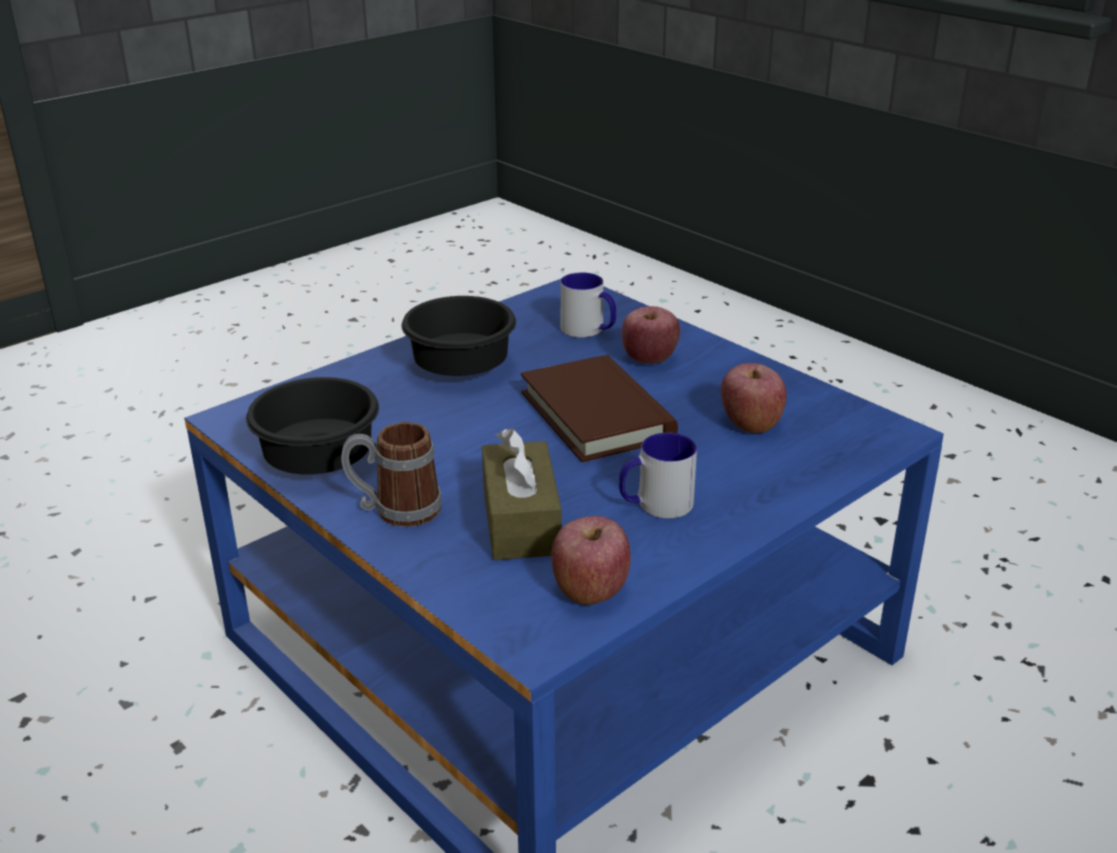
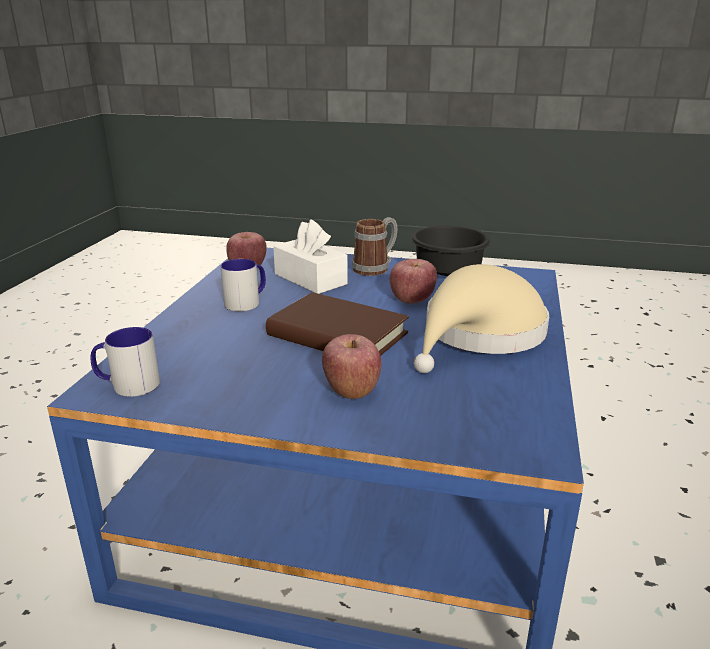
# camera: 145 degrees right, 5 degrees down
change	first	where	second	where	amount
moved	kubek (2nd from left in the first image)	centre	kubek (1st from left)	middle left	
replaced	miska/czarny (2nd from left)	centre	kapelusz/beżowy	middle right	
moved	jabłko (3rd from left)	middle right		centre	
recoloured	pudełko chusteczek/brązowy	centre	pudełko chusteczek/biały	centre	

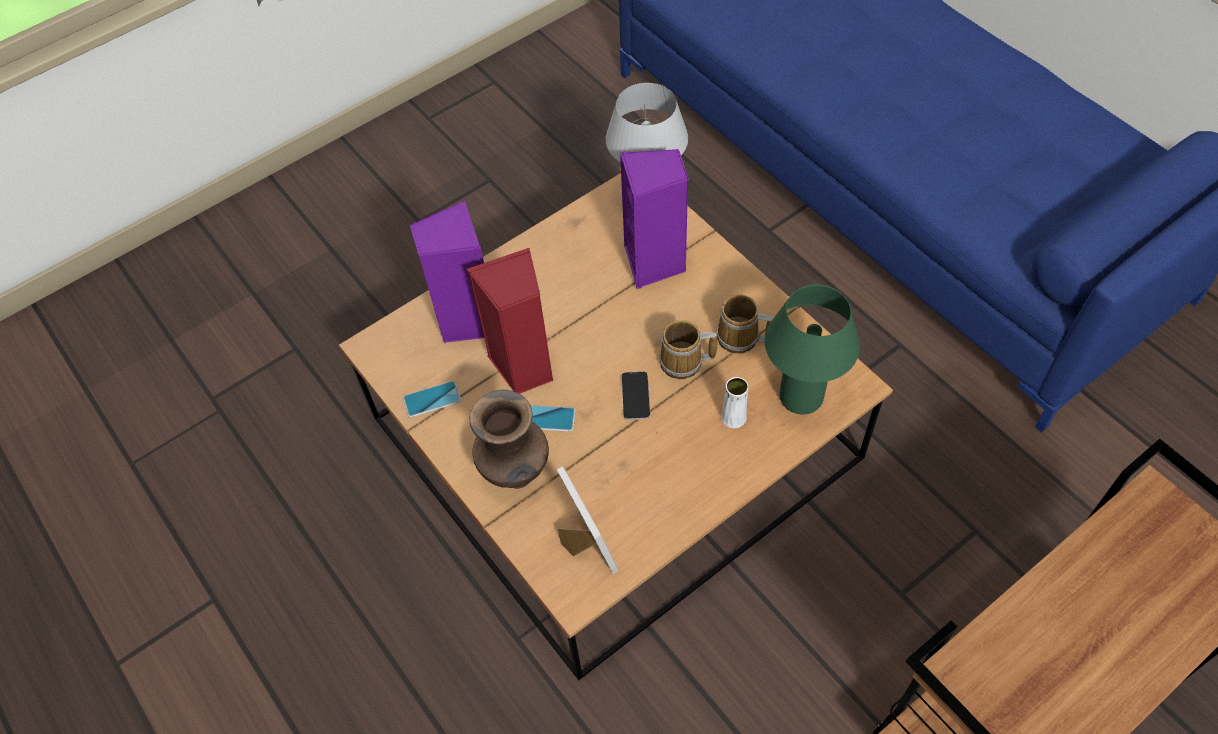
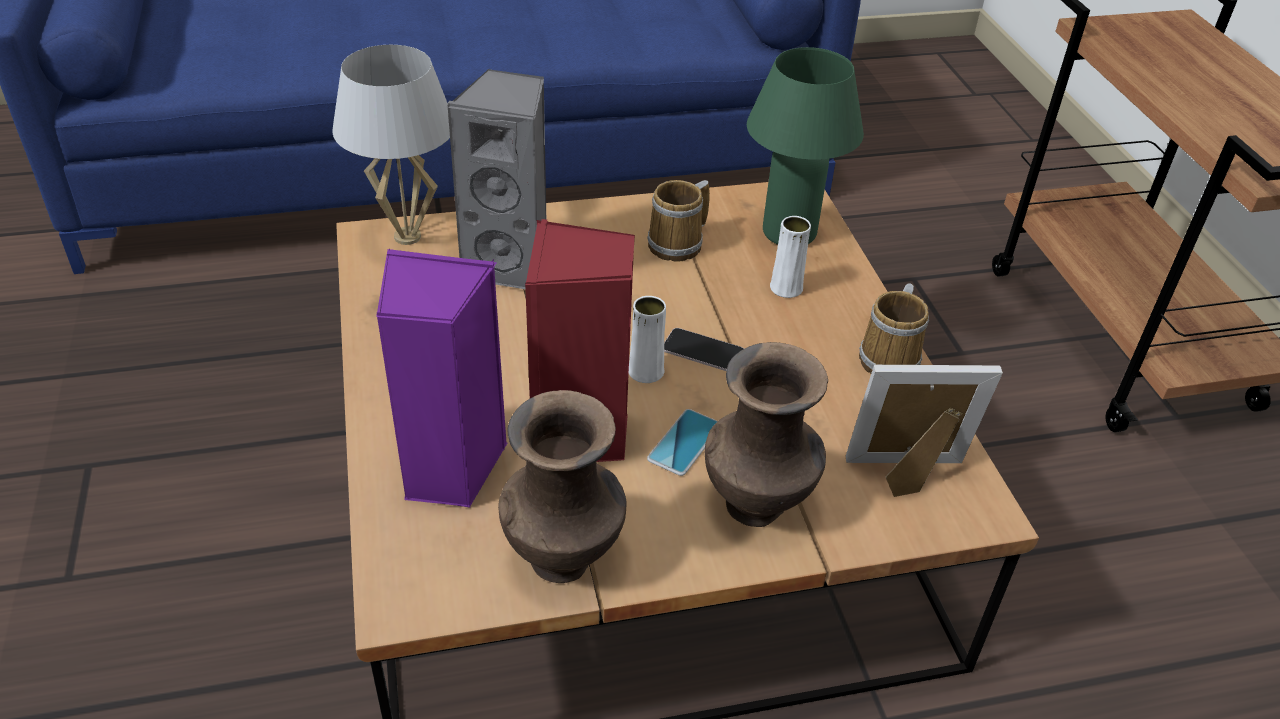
# camera: 70 degrees left, 15 degrees down
change	first	where	second	where	amount
recoloured	głośnik/fioletowy (2nd from left)	top centre	głośnik/szary	top centre	
moved	kubek (1st from left in the first image)	centre	kubek (2nd from left)	middle right	
replaced	telefon (1st from left)	centre	wazon/brązowy (1st from left)	bottom centre	
added			wazon/biały (1st from left)	centre	

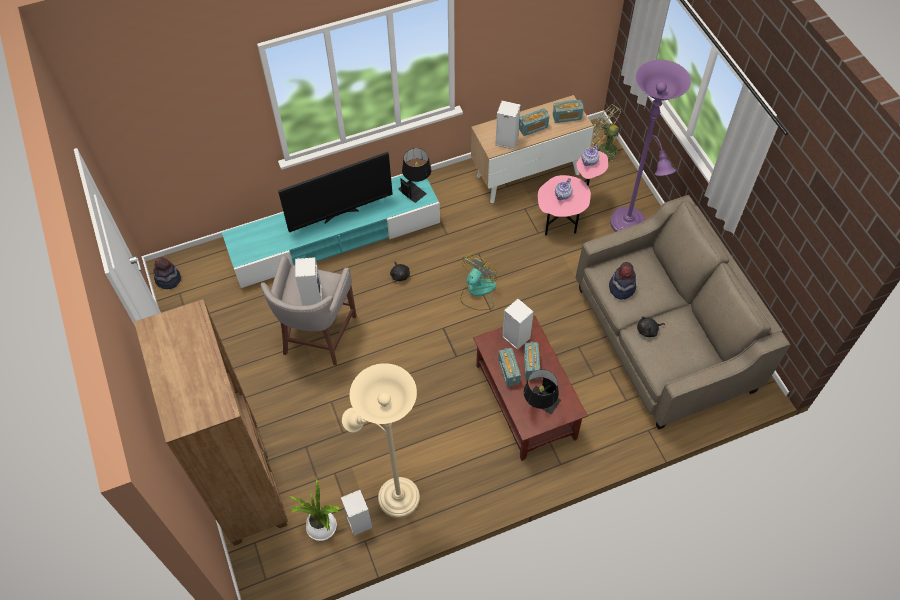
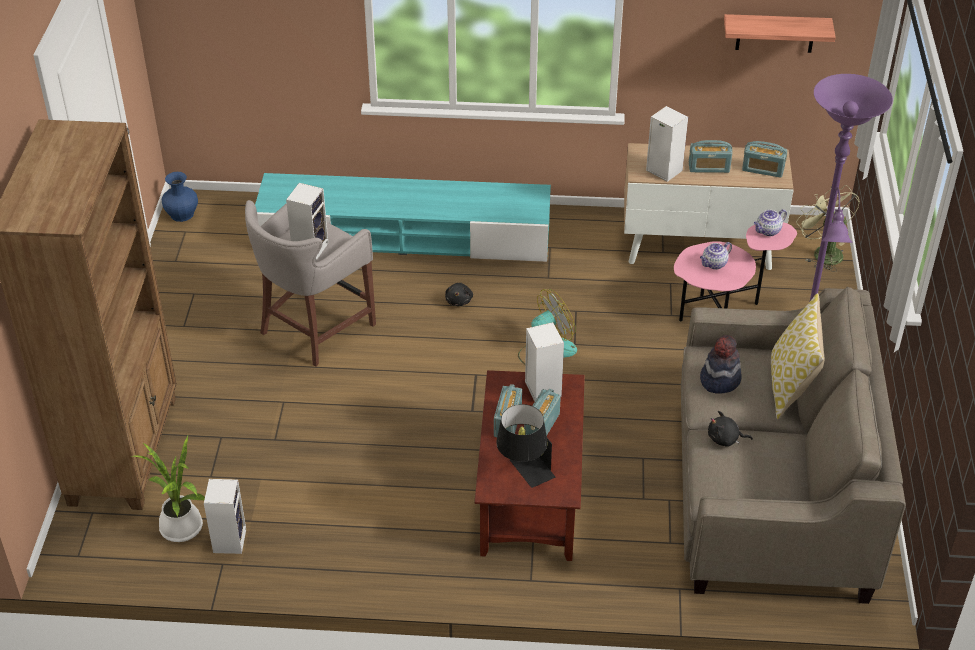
# camera: 25 degrees right, 15 degrees down
change	first	where	second	where	amount
removed	lampa stołowa/czarny (1st from left)	top centre			
removed	telewizor	top centre			
replaced	kapelusz (1st from left)	middle left	wazon/niebieski	top left	
removed	lampa stojąca/beżowy	bottom centre			
added			półka	top right	
added			poduszka	middle right	

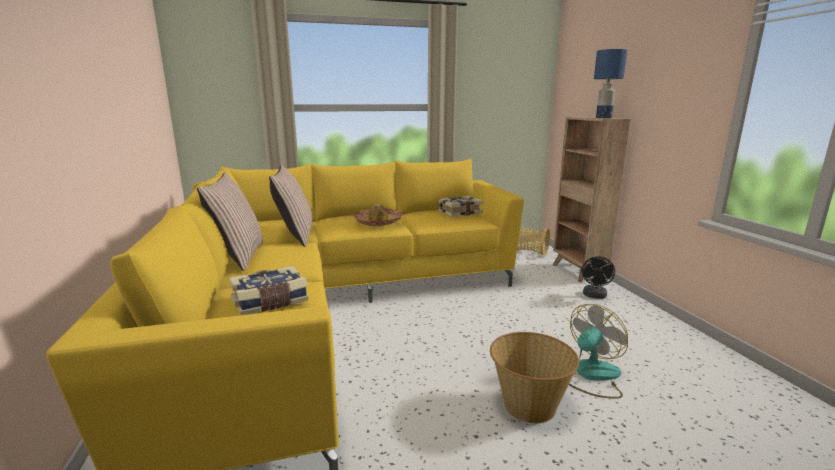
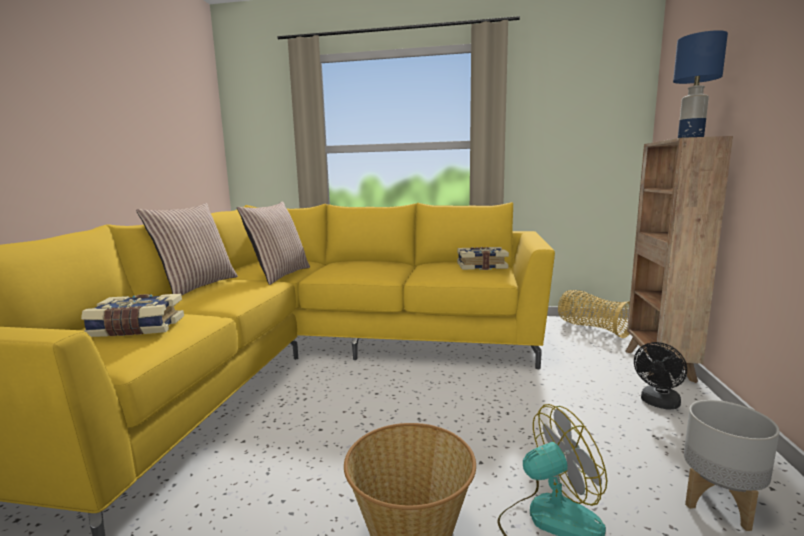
# camera: 25 degrees right, 5 degrees down
change	first	where	second	where	amount
removed	kapelusz	centre			
added			donica/szary	bottom right	

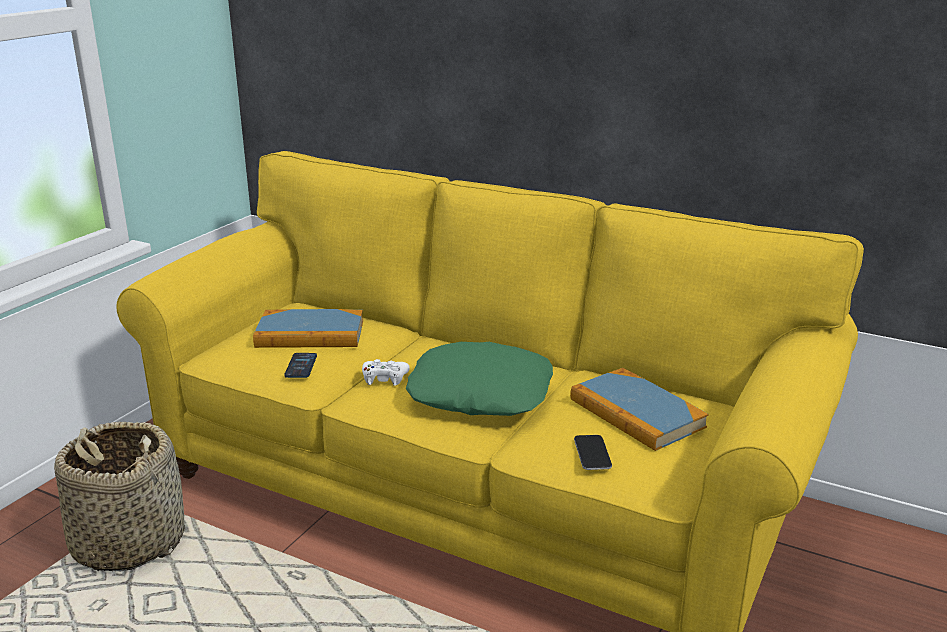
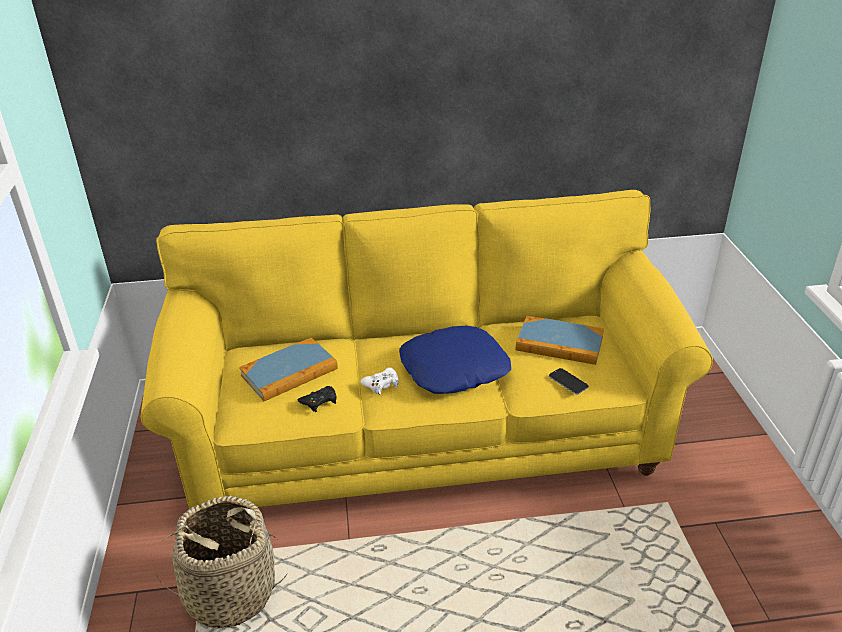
# camera: 35 degrees left, 10 degrees up
change	first	where	second	where	amount
recoloured	poduszka/zielony	centre	poduszka/niebieski	centre	
replaced	telefon (1st from left)	middle left	pad do gier/czarny	centre	

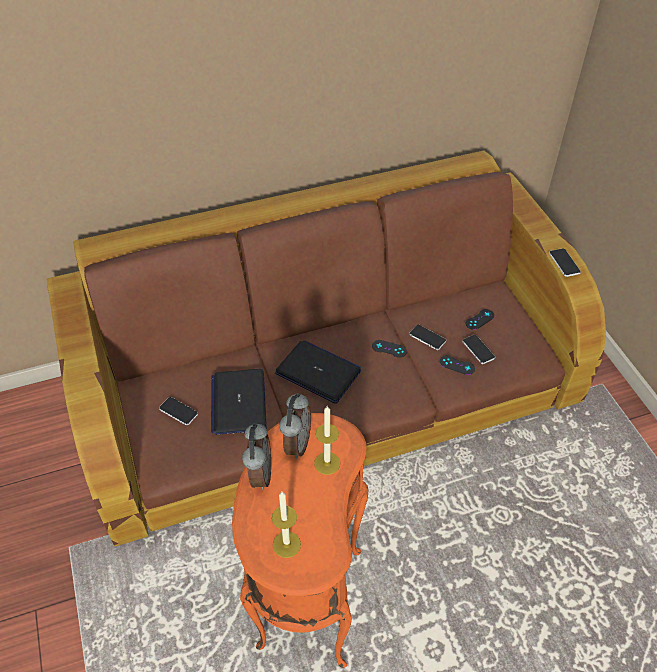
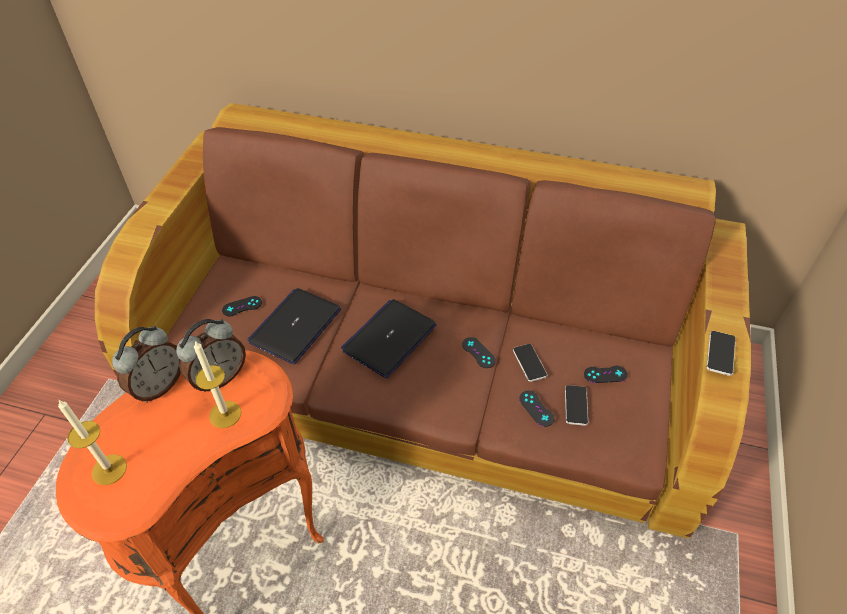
# camera: 35 degrees right, 0 degrees up
change	first	where	second	where	amount
turned	laptop (2nd from left)	centre		centre	120 degrees counterclockwise
replaced	telefon (1st from left)	middle left	pad do gier/czarny (1st from left)	middle left	

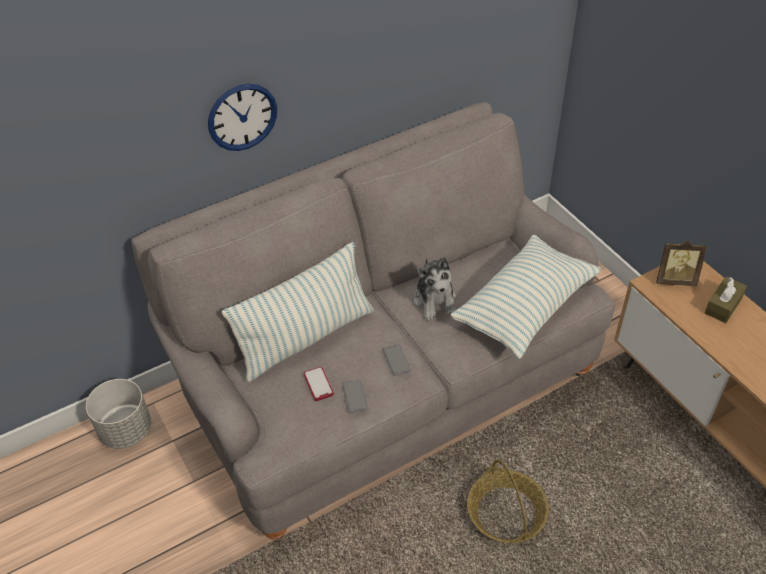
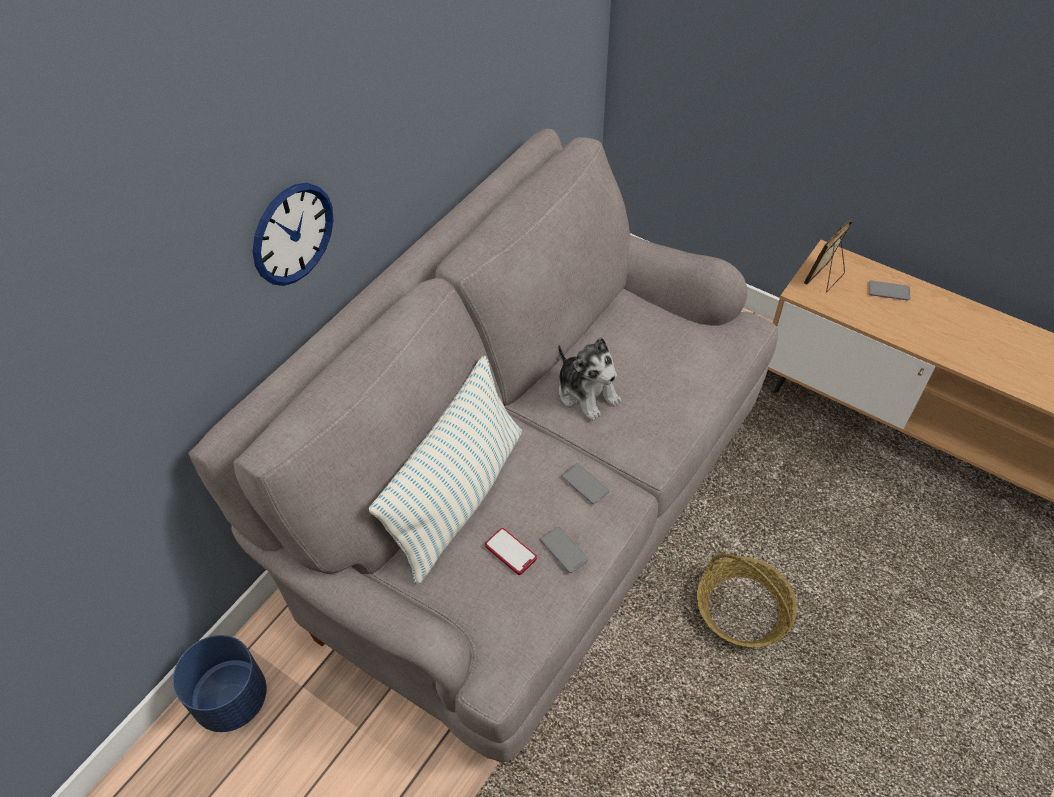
# camera: 25 degrees left, 5 degrees up
change	first	where	second	where	amount
removed	poduszka (2nd from left)	middle right			
turned	ramka na zdjęcie	middle right		top right	150 degrees clockwise
replaced	pudełko chusteczek/brązowy	middle right	telefon (4th from left)	middle right	
recoloured	donica/szary	bottom left	donica/niebieski	bottom left	

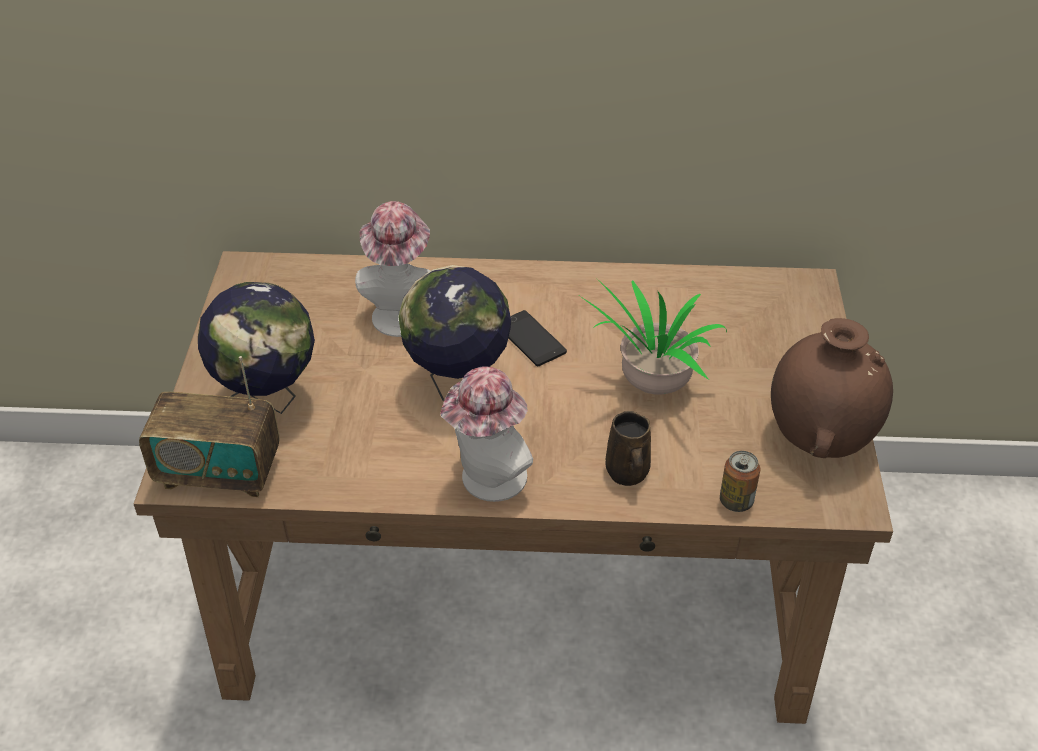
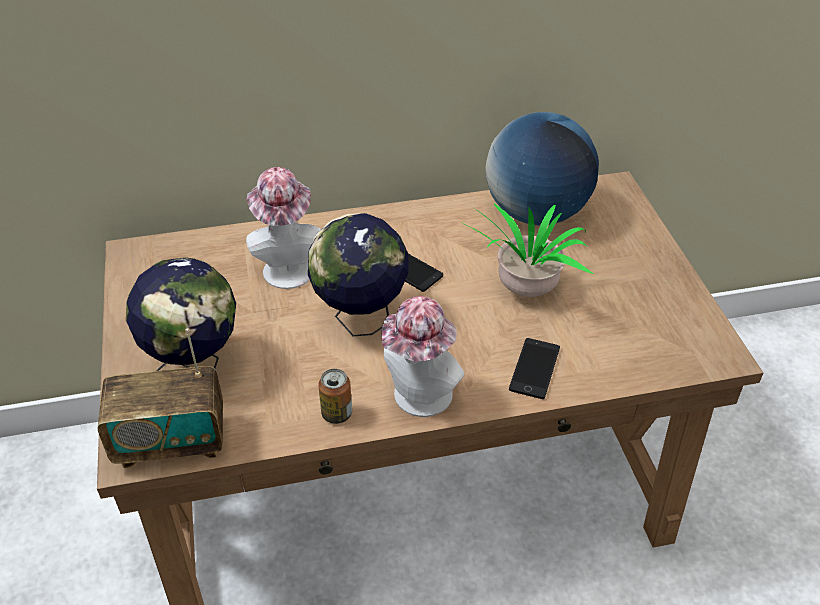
# camera: 15 degrees left, 0 degrees up
change	first	where	second	where	amount
removed	wazon/brązowy	middle right			
replaced	kubek/brązowy	centre	telefon (2nd from left)	centre	
moved	puszka	middle right		centre	
added			globus (3rd from left)	top centre	

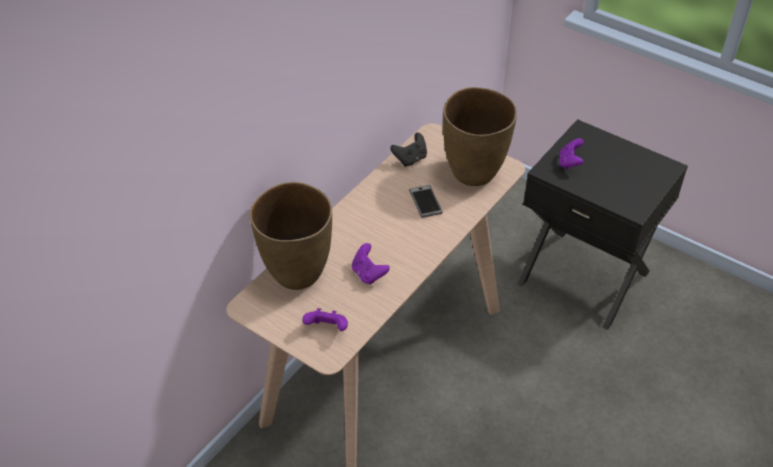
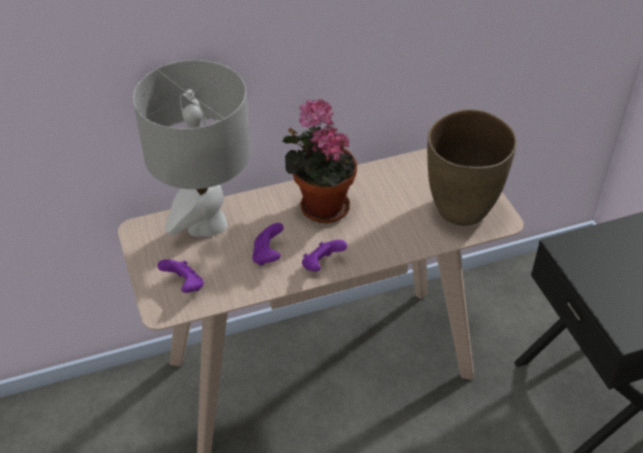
# camera: 35 degrees right, 0 degrees up
change	first	where	second	where	amount
removed	pad do gier/czarny	top centre			
moved	pad do gier/fioletowy (3rd from left)	top right		centre	
replaced	wazon/brązowy (1st from left)	centre	lampa stołowa/szary	top left	
removed	telefon	centre			
added			roślina doniczkowa	centre	

